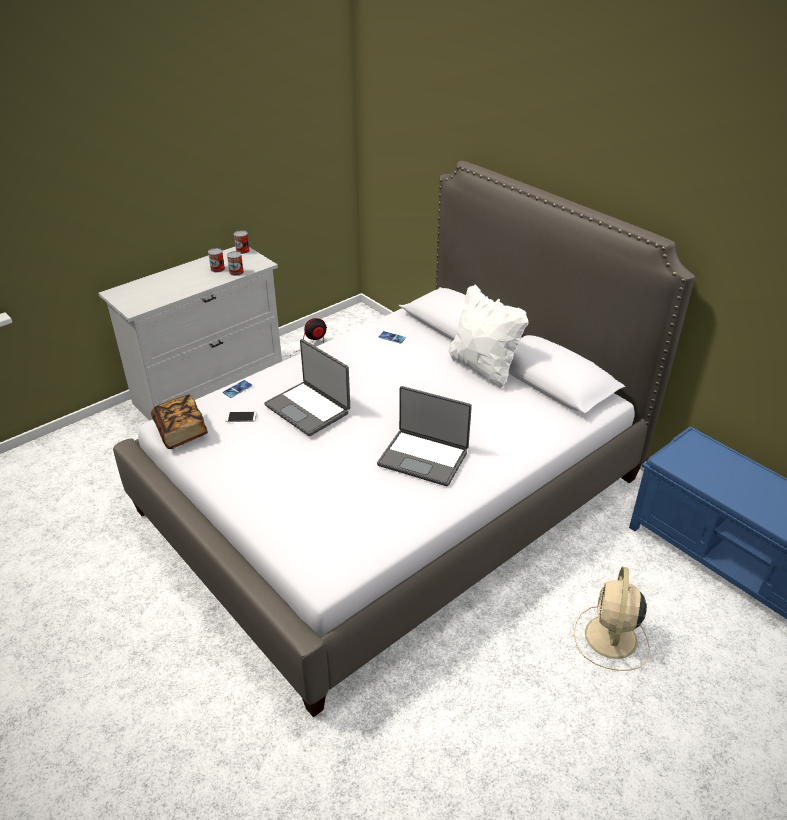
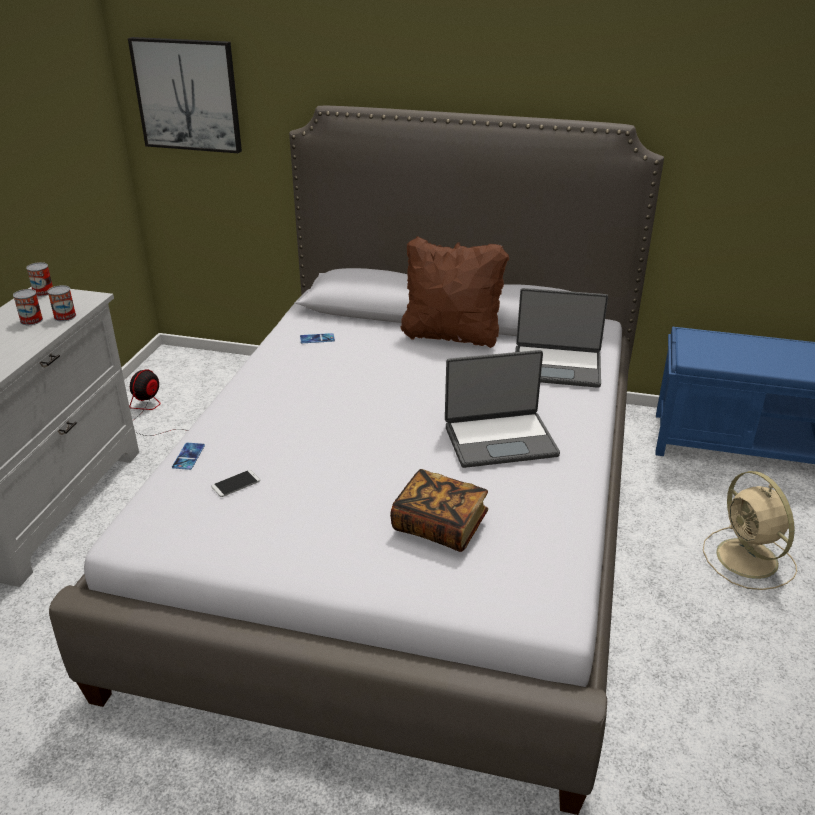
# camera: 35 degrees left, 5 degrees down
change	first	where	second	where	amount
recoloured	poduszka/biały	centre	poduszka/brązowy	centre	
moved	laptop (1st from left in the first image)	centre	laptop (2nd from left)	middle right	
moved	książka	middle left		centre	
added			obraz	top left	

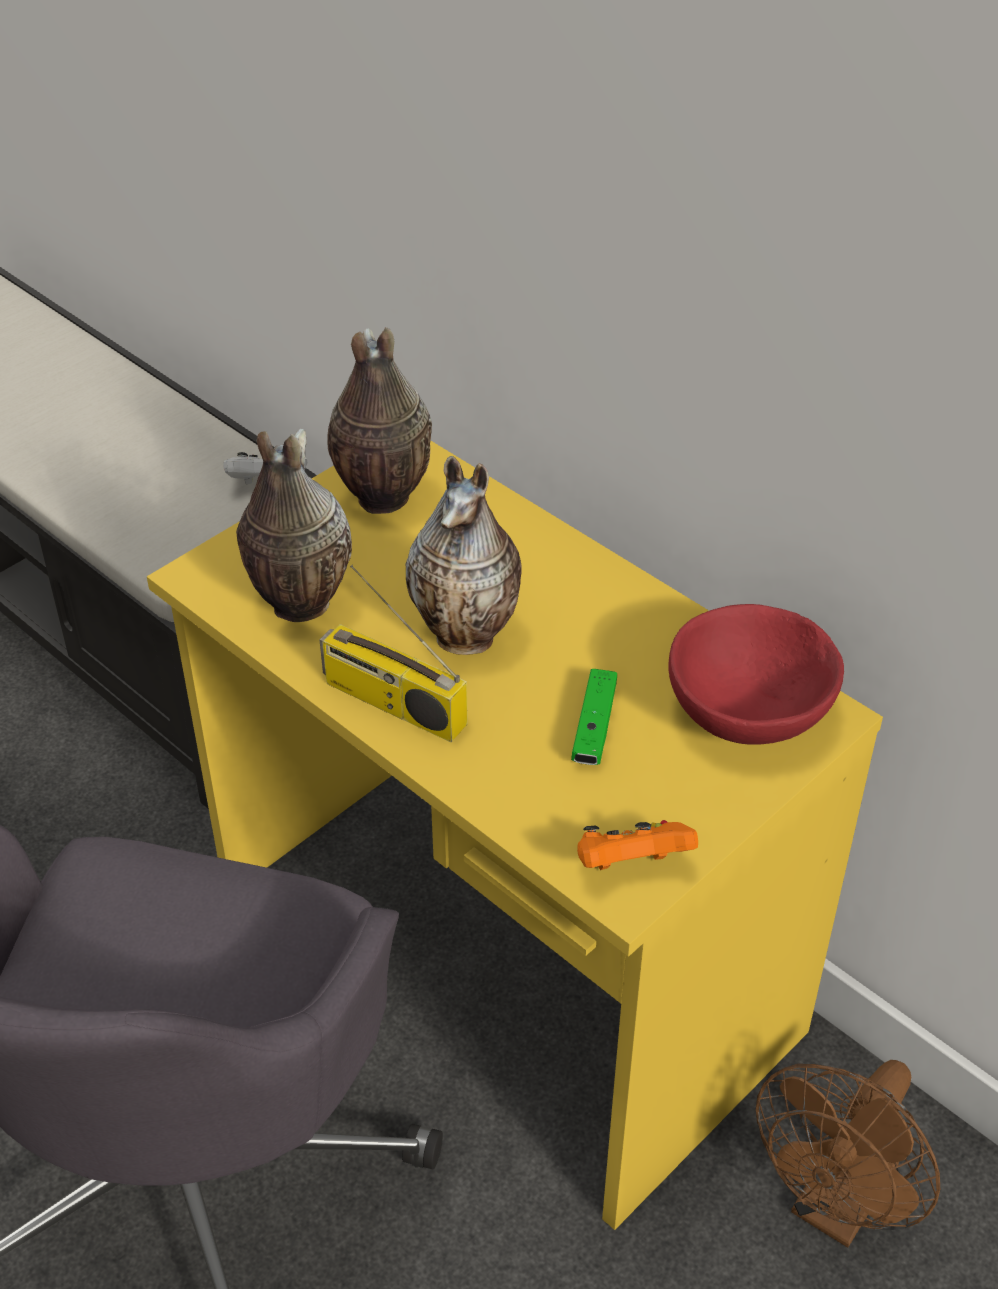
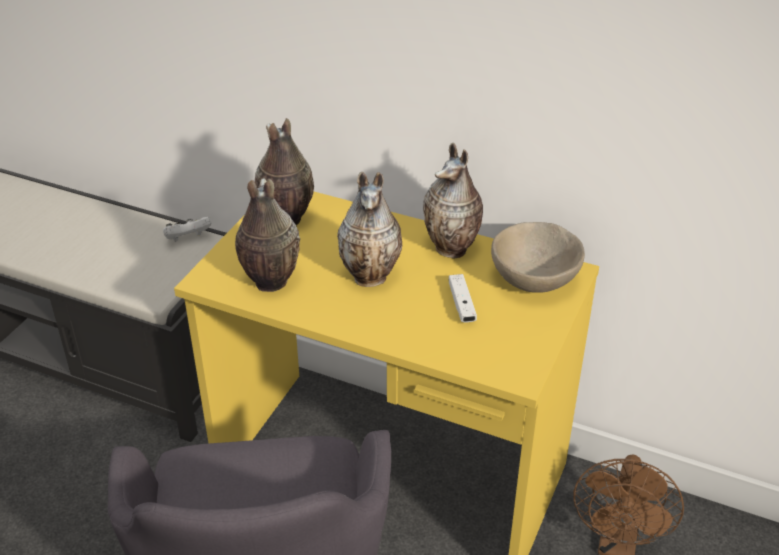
# camera: 20 degrees left, 5 degrees down
change	first	where	second	where	amount
removed	radio	centre			
recoloured	miska/czerwony	middle right	miska/beżowy	middle right	
recoloured	pad do gier/zielony	centre	pad do gier/biały (2nd from left)	centre	
removed	pad do gier/pomarańczowy	centre			
added			wazon (4th from left)	centre	

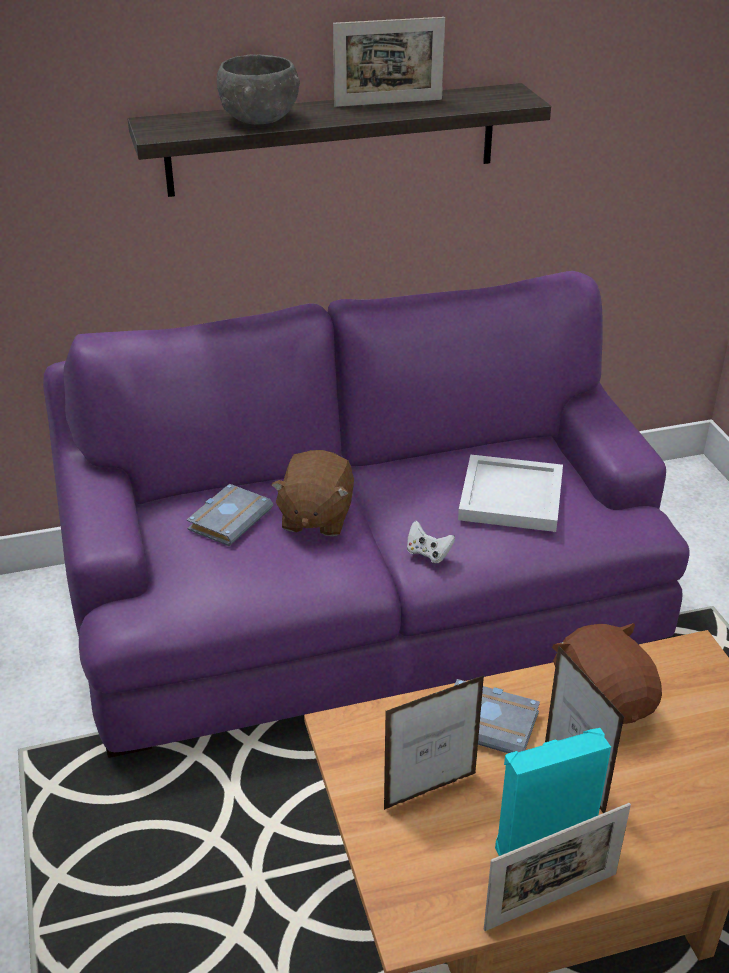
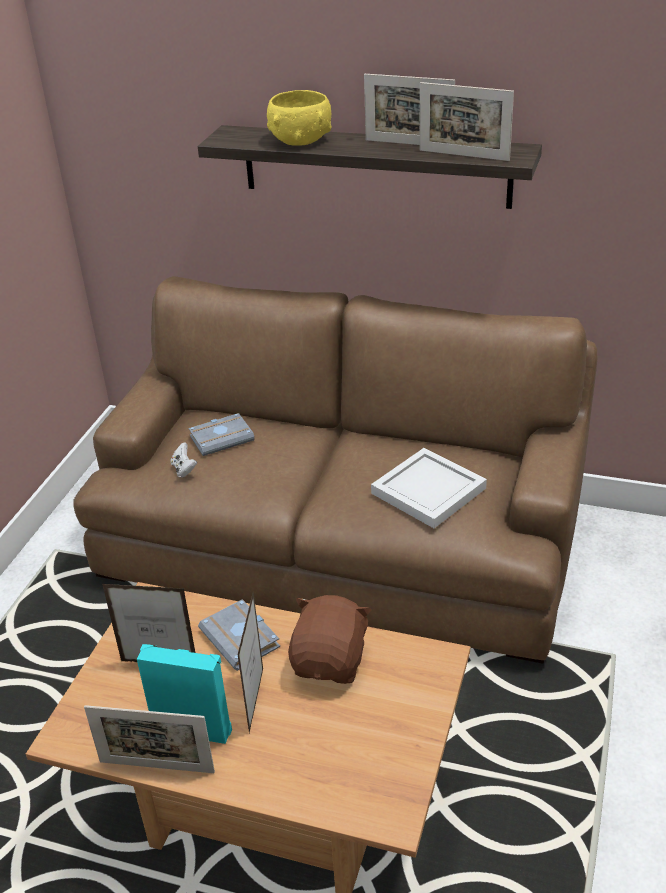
# camera: 35 degrees right, 0 degrees up
change	first	where	second	where	amount
recoloured	miska/szary	top centre	miska/żółty	top centre	
recoloured	kanapa/fioletowy	centre	kanapa/brązowy	centre	
removed	pluszak/brązowy (1st from left)	centre			
moved	pad do gier/biały	centre		middle left	
added			ramka na zdjęcie (5th from left)	top right	

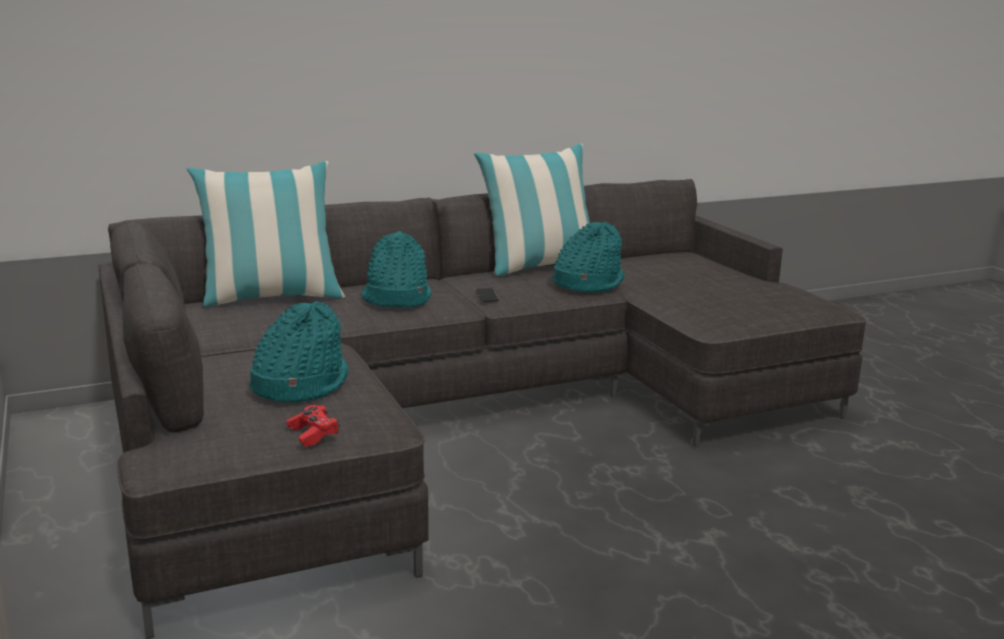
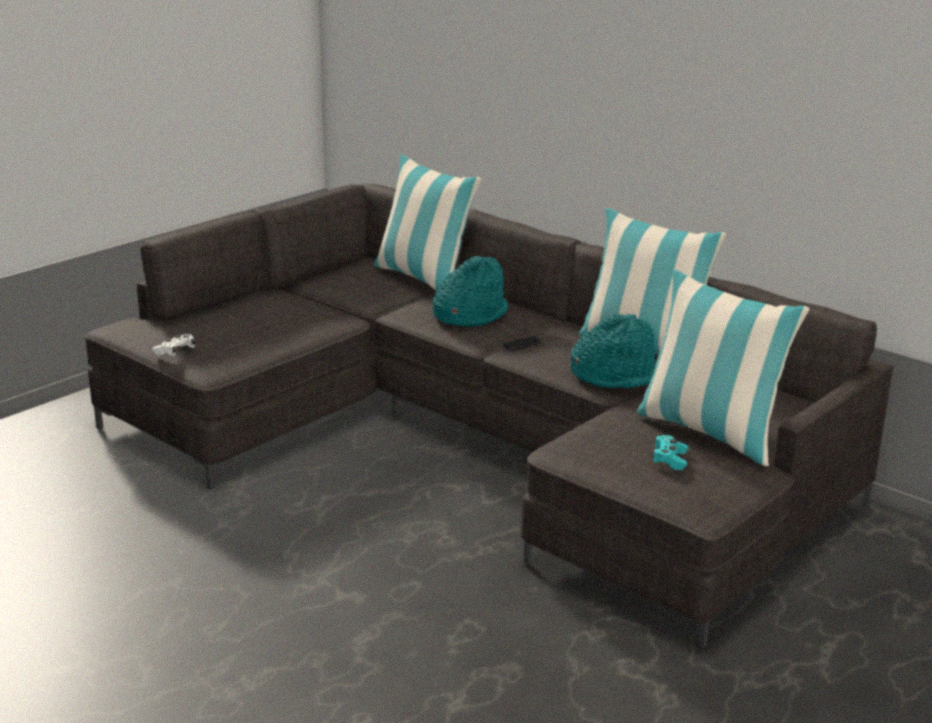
# camera: 65 degrees right, 5 degrees up
change	first	where	second	where	amount
removed	kapelusz/turkusowy (1st from left)	middle left			
recoloured	pad do gier/czerwony	bottom left	pad do gier/biały	middle left	
added			poduszka (3rd from left)	middle right	
added			pad do gier/turkusowy	middle right	

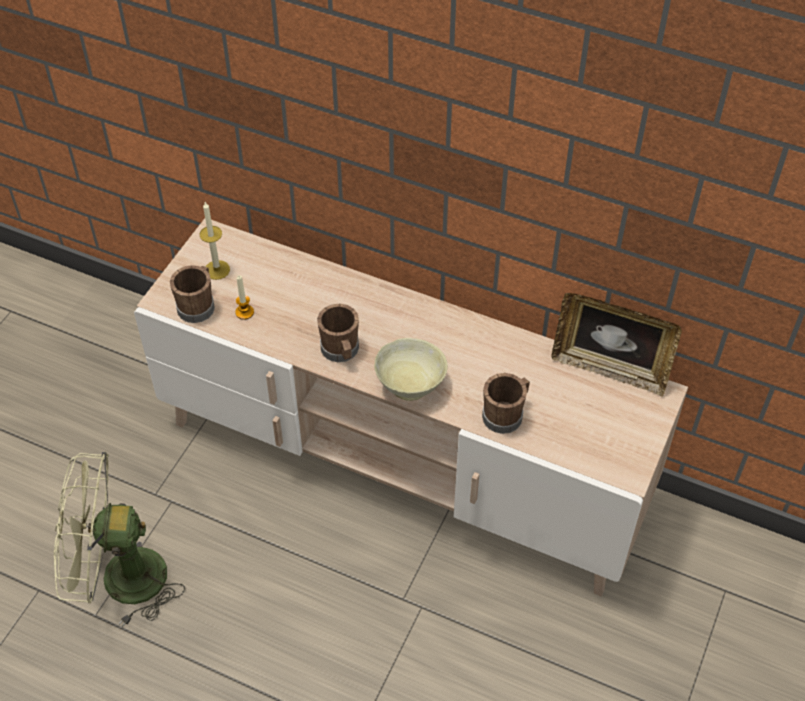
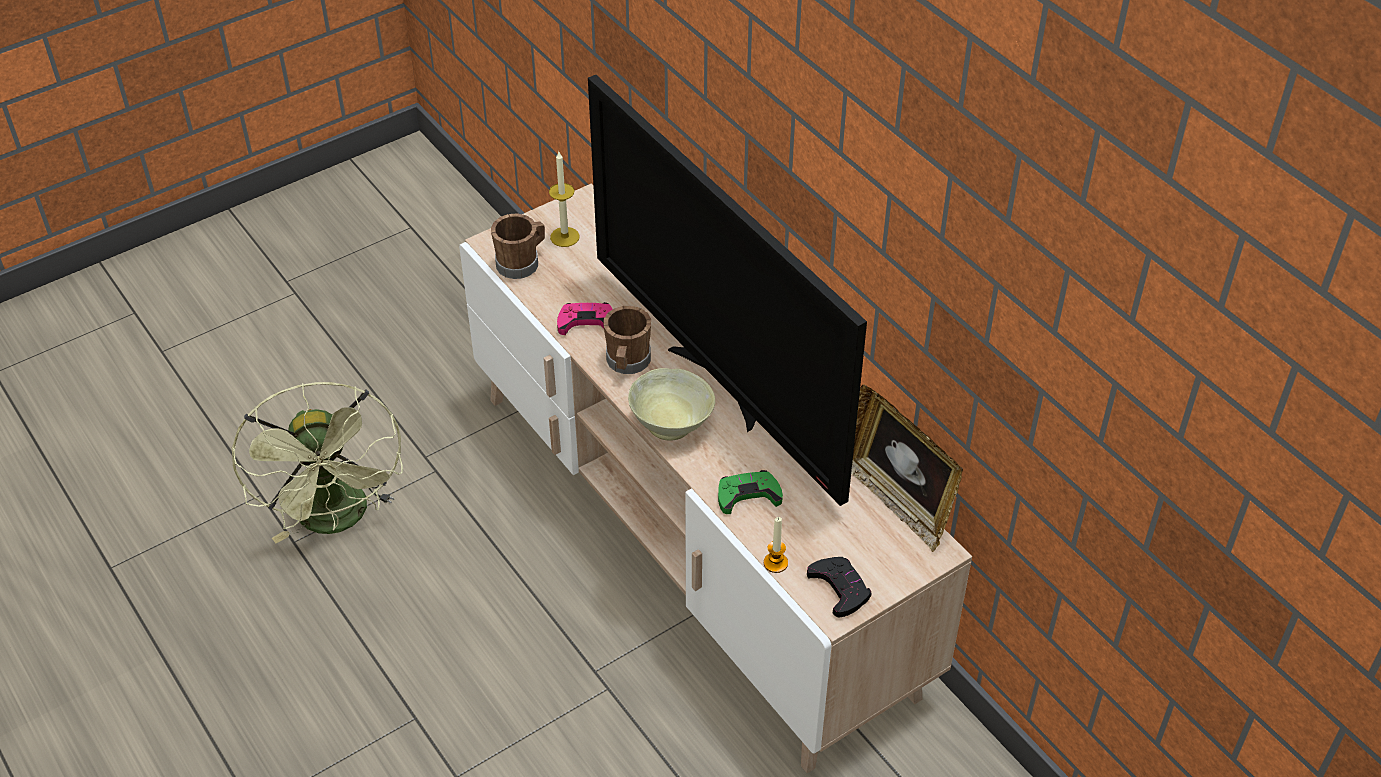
# camera: 30 degrees right, 5 degrees down
change	first	where	second	where	amount
moved	świeca (2nd from left)	middle left		bottom centre	
replaced	kubek/brązowy (3rd from left)	centre	pad do gier/zielony	centre	
turned	wentylator/zielony	bottom left		middle left	135 degrees counterclockwise
added			telewizor	centre	
added			pad do gier/różowy	centre	
added			pad do gier/czarny	bottom centre	

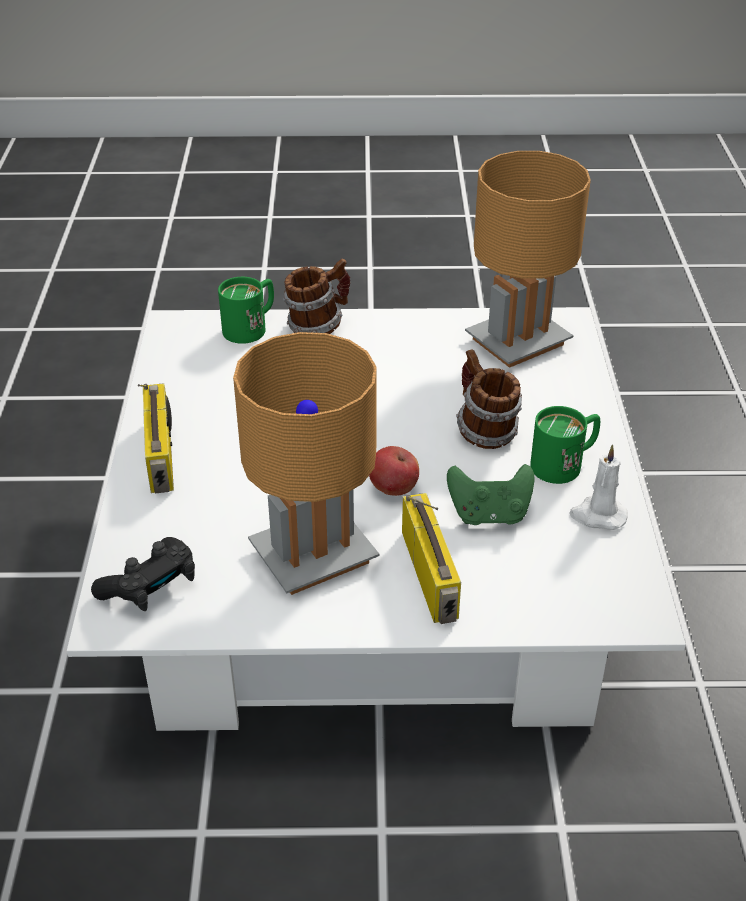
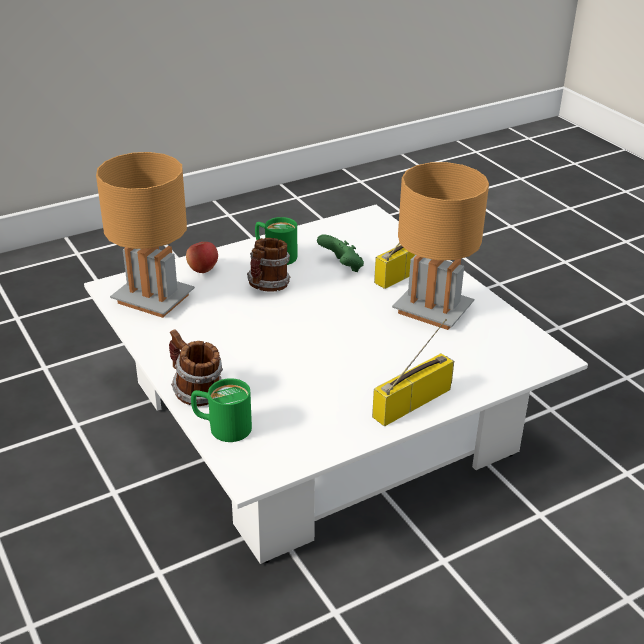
# camera: 120 degrees left, 5 degrees down
change	first	where	second	where	amount
removed	świeca/biały	middle right			
moved	jabłko	centre		middle left	
removed	pad do gier/czarny	middle left			

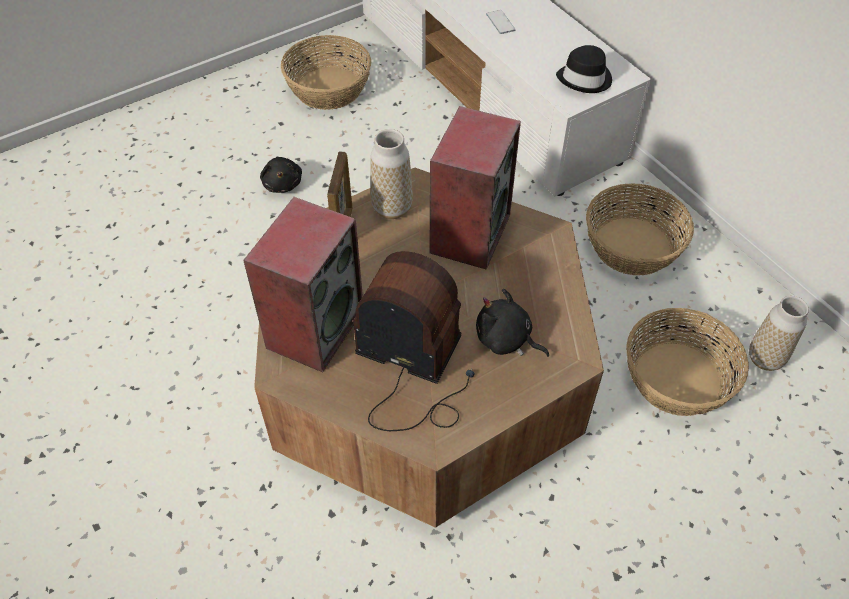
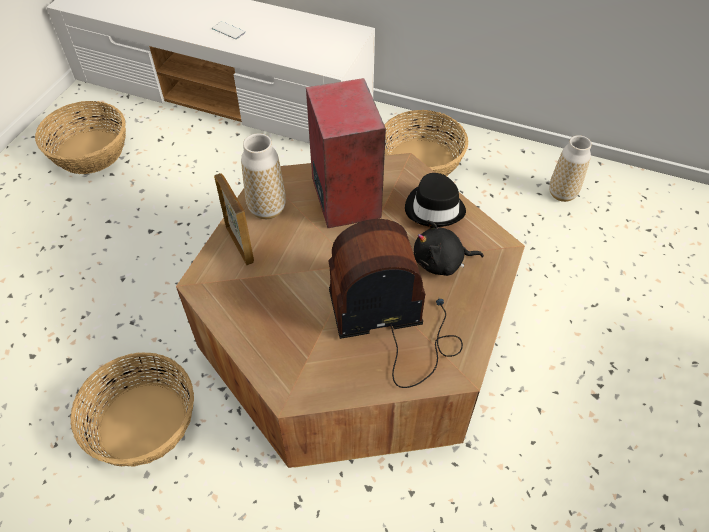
# camera: 35 degrees left, 0 degrees up
change	first	where	second	where	amount
moved	kapelusz/czarny	top right		centre	
removed	pluszak/czarny (1st from left)	top left			
removed	głośnik (1st from left)	centre			
moved	koszyk (3rd from left in the first image)	middle right	koszyk (2nd from left)	bottom left	

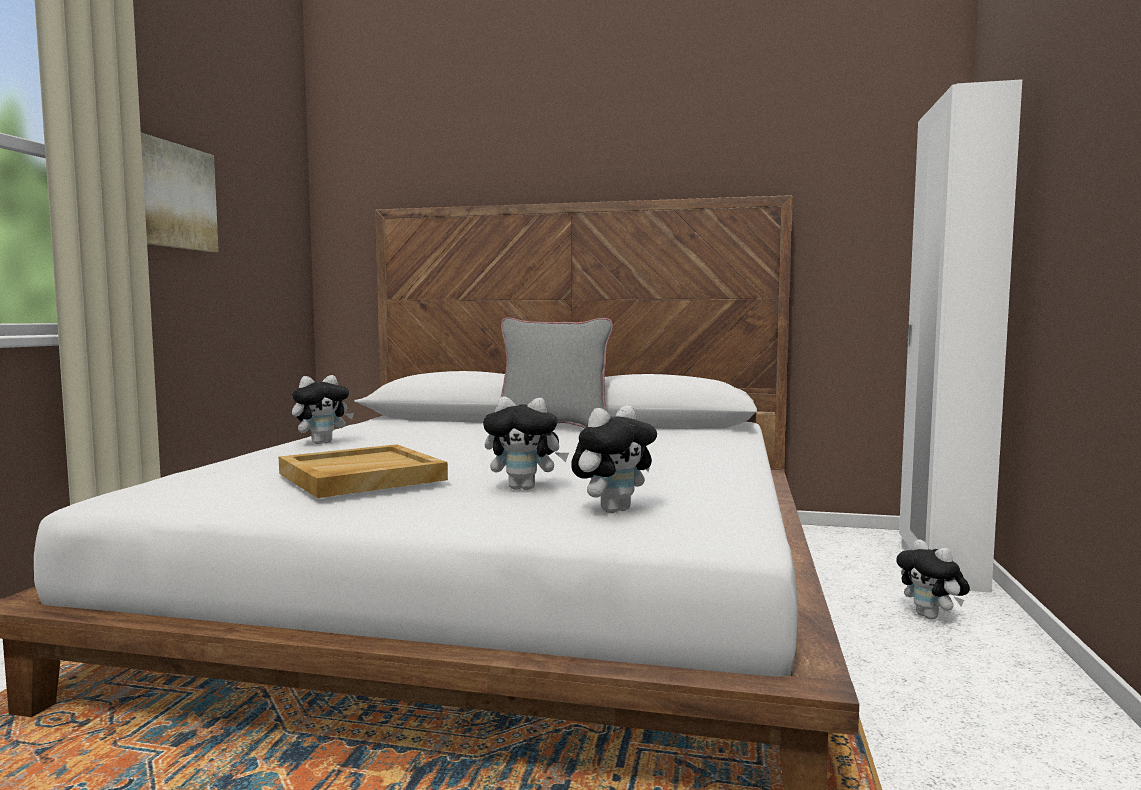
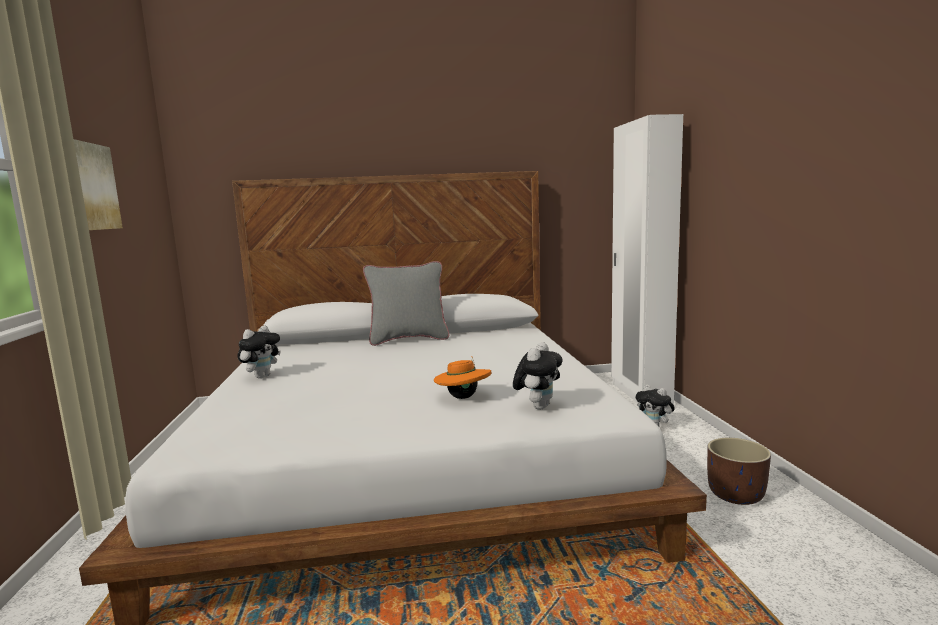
# camera: 20 degrees left, 5 degrees up
change	first	where	second	where	amount
replaced	pluszak (2nd from left)	centre	kapelusz/pomarańczowy	centre	
removed	taca/beżowy	middle left			
added			donica/brązowy	bottom right	

